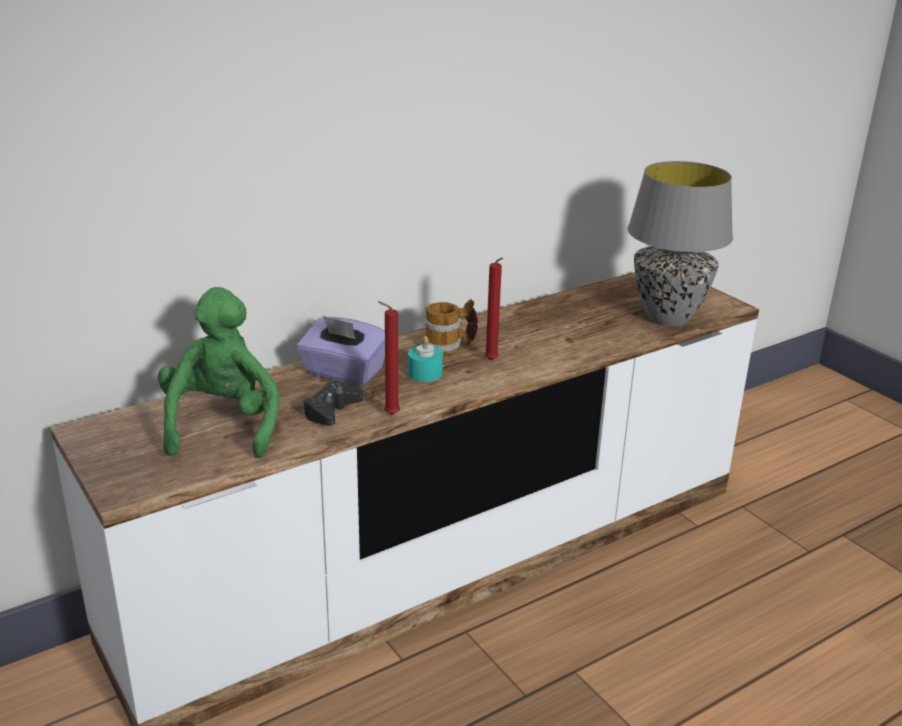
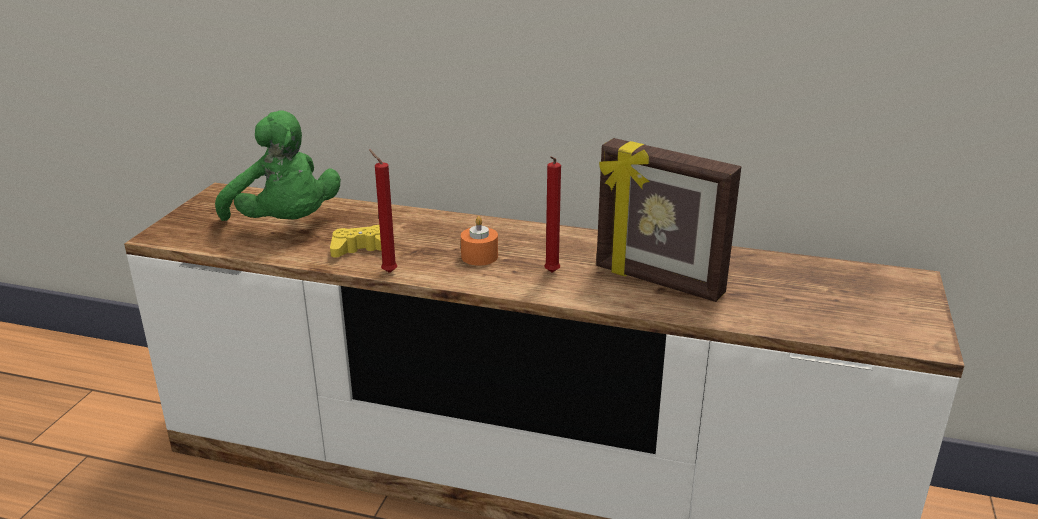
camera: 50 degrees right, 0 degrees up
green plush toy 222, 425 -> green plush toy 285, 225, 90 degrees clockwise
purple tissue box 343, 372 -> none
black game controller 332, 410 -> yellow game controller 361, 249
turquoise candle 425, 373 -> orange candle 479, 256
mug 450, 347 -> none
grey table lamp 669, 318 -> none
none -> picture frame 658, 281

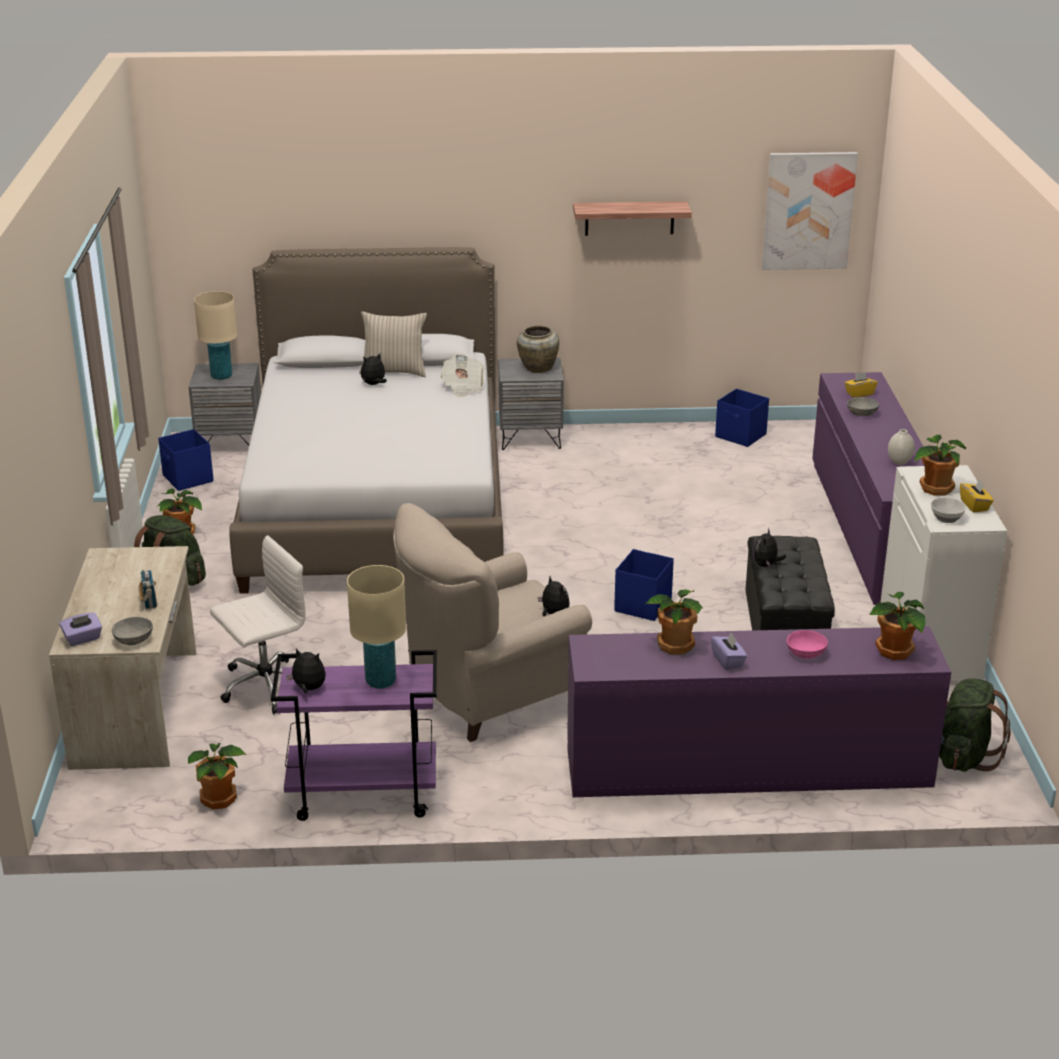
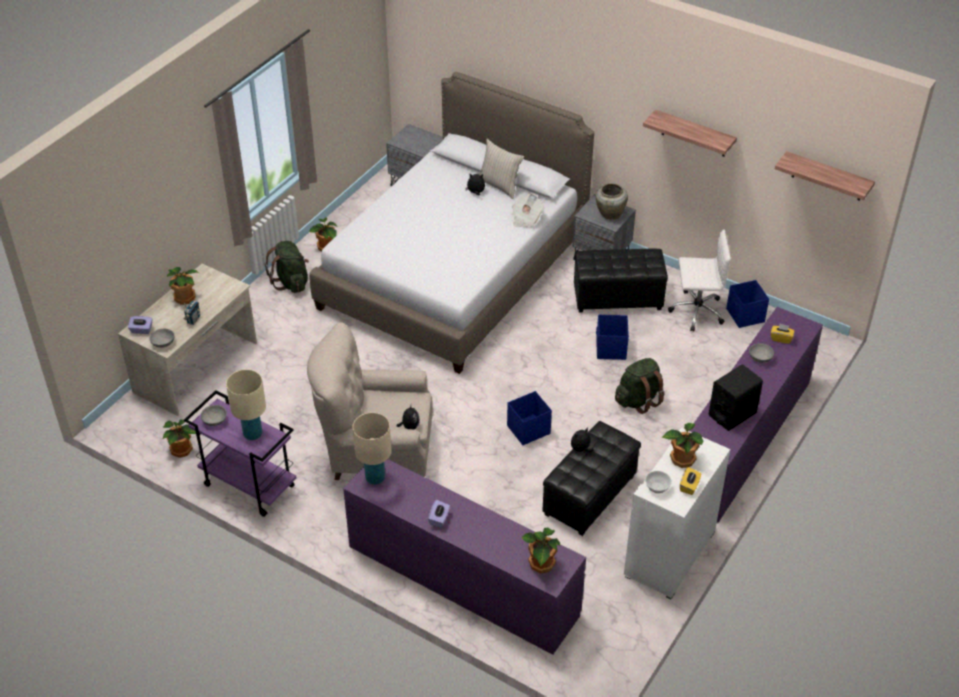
camera: 35 degrees right, 15 degrees up
blue storage box 188, 479 -> blue storage box 610, 349, moved
beige table lamp 221, 376 -> beige table lamp 375, 478, moved
white office chair 264, 687 -> white office chair 696, 311, moved
plush toy 308, 689 -> grey bowl 214, 420
potted plant 674, 645 -> potted plant 185, 297, moved
picture 808, 211 -> shelf 827, 177
pink bowl 806, 653 -> none
white vase 899, 462 -> black speaker 732, 414
green backpack 963, 757 -> green backpack 638, 400, moved
none -> black ottoman 617, 298

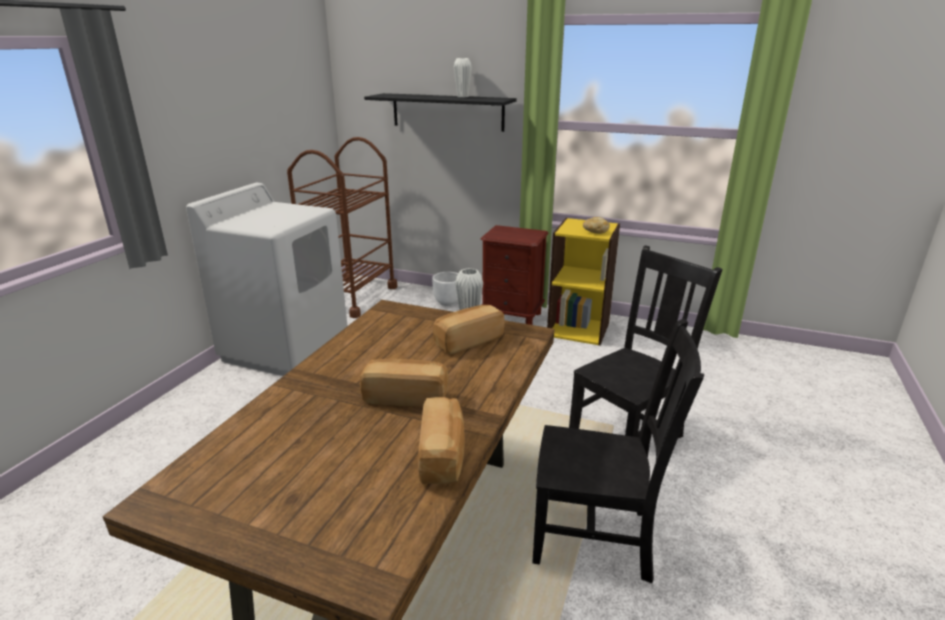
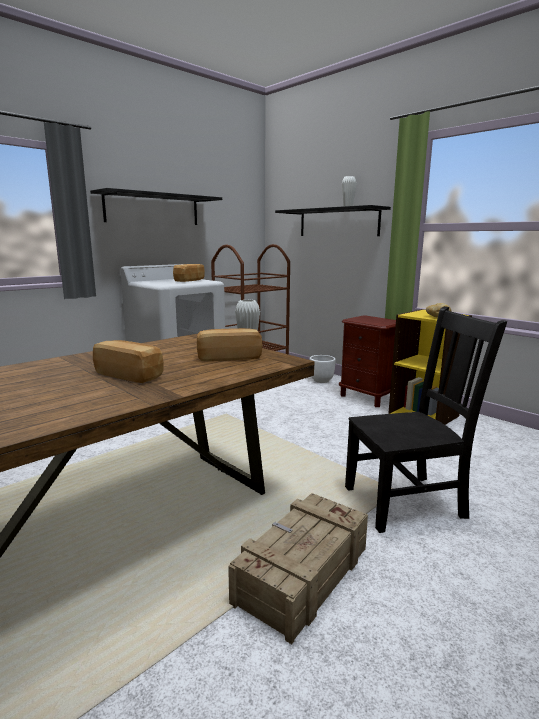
camera: 25 degrees right, 10 degrees down
bread 443, 455 -> bread 190, 280, moved
black chair 597, 537 -> crate 301, 575
none -> black shelf 153, 209

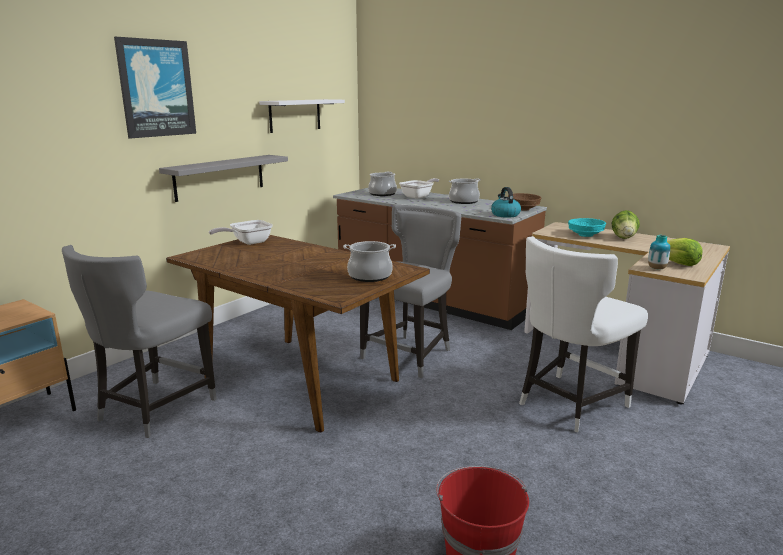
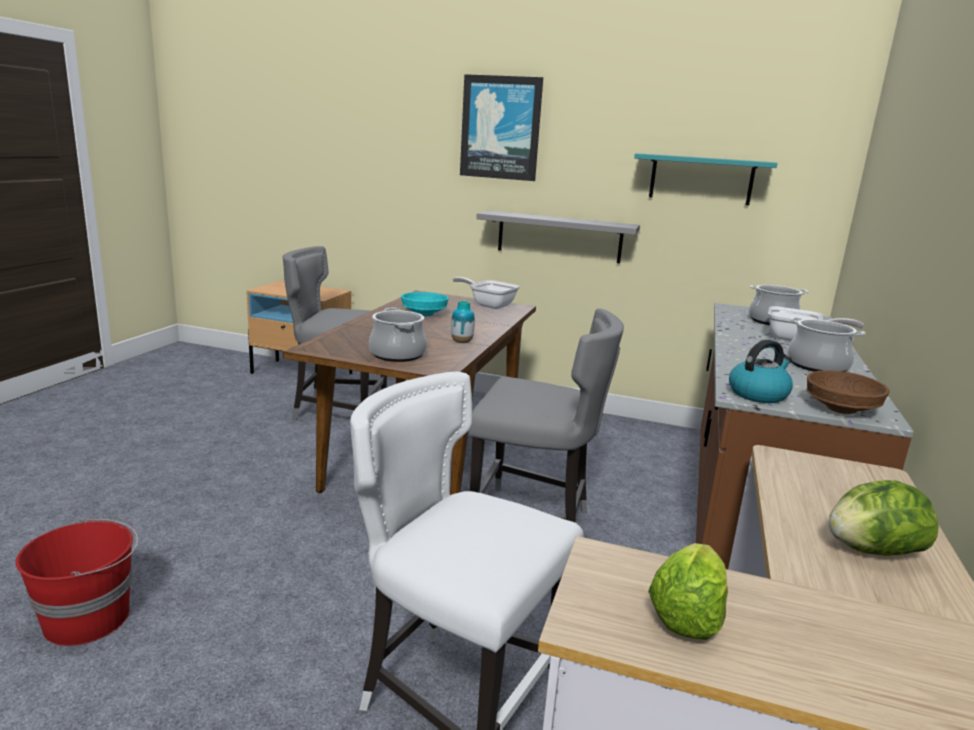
camera: 70 degrees right, 0 degrees up
white shelf 295, 115 -> turquoise shelf 701, 179
turquoise bowl 585, 235 -> turquoise bowl 425, 314, moved
vase 657, 268 -> vase 462, 342, moved

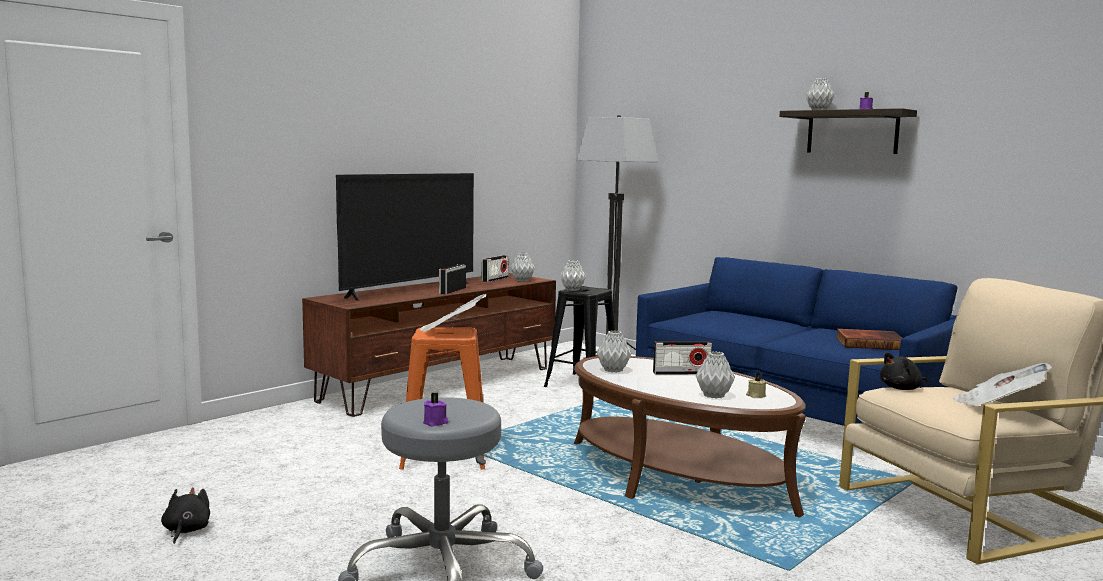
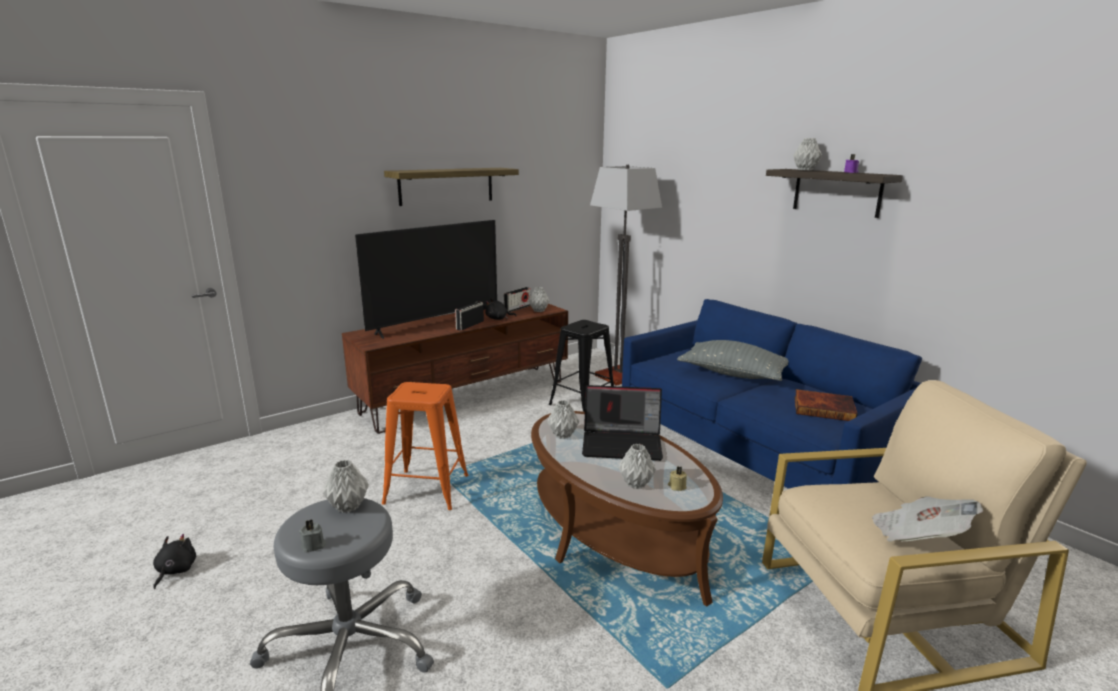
camera: 10 degrees right, 10 degrees up
newspaper 451, 332 -> none
purple candle 436, 422 -> grey candle 313, 546
grey vase 572, 289 -> grey vase 348, 506, moved
radio 681, 373 -> laptop 623, 443
black plush toy 902, 389 -> black plush toy 498, 319, moved
none -> shelf 446, 186
none -> grey pillow 733, 374

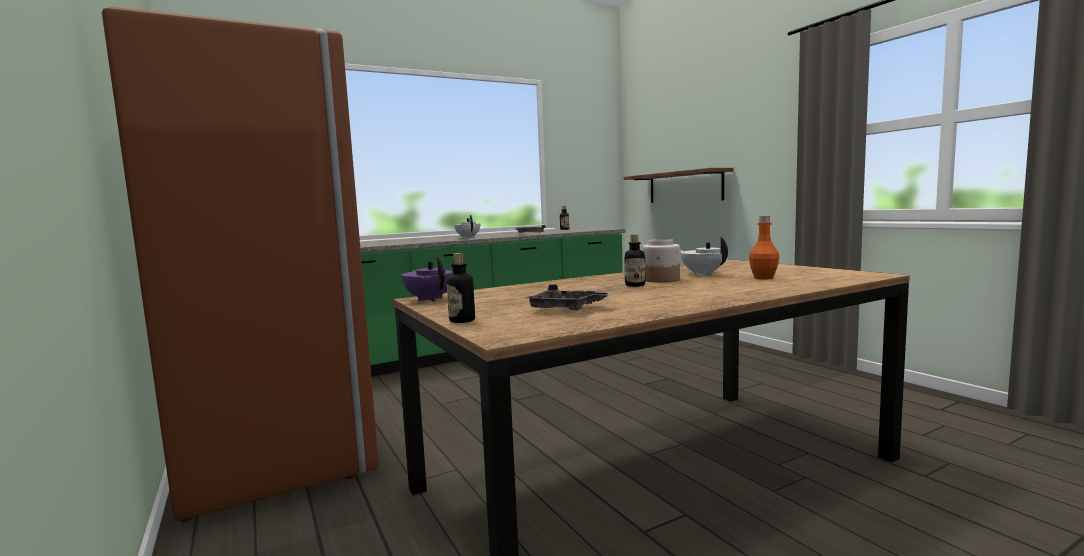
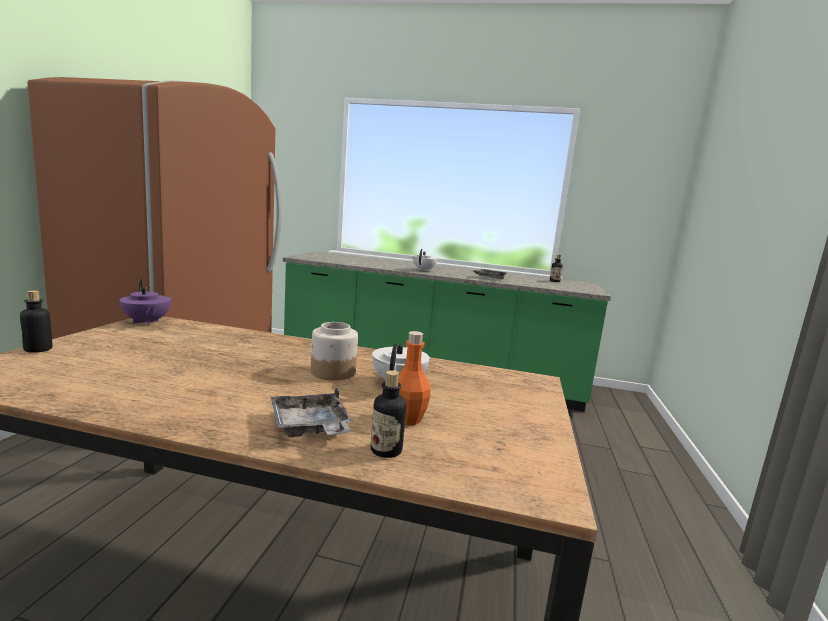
camera: 40 degrees right, 5 degrees up
purple teapot 429, 299 -> purple teapot 146, 322, 135 degrees clockwise
grey tray 567, 309 -> grey tray 310, 427, moved
brown shelf 685, 187 -> none
bottle 635, 285 -> bottle 386, 450, moved

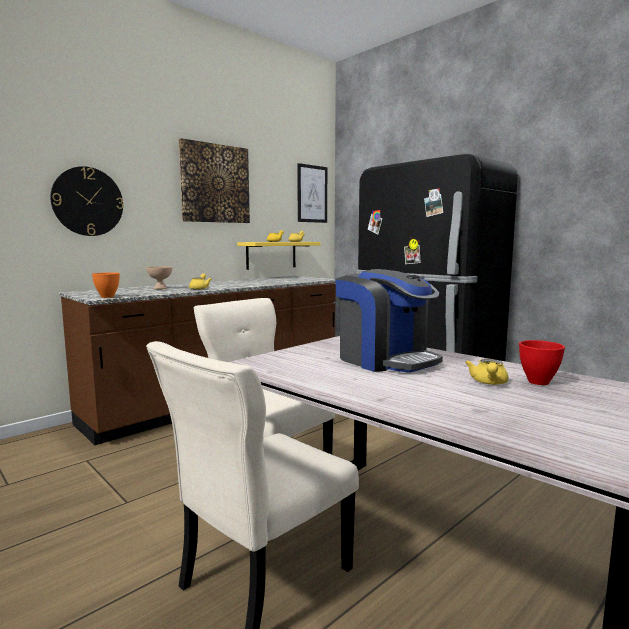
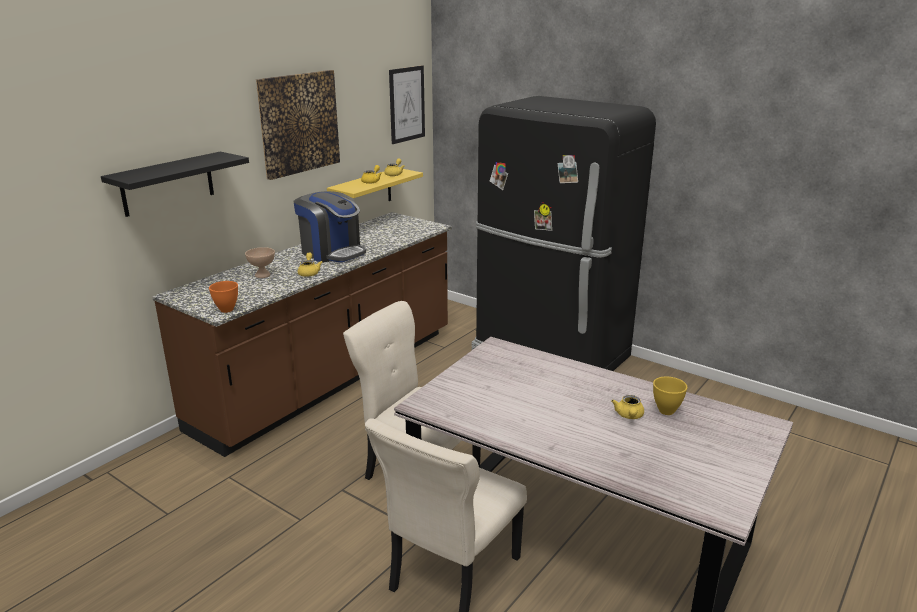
camera: 10 degrees left, 15 degrees up
wall clock 88, 201 -> black shelf 167, 184
coffee machine 385, 360 -> coffee machine 332, 252, moved
red bowl 539, 382 -> yellow bowl 667, 411

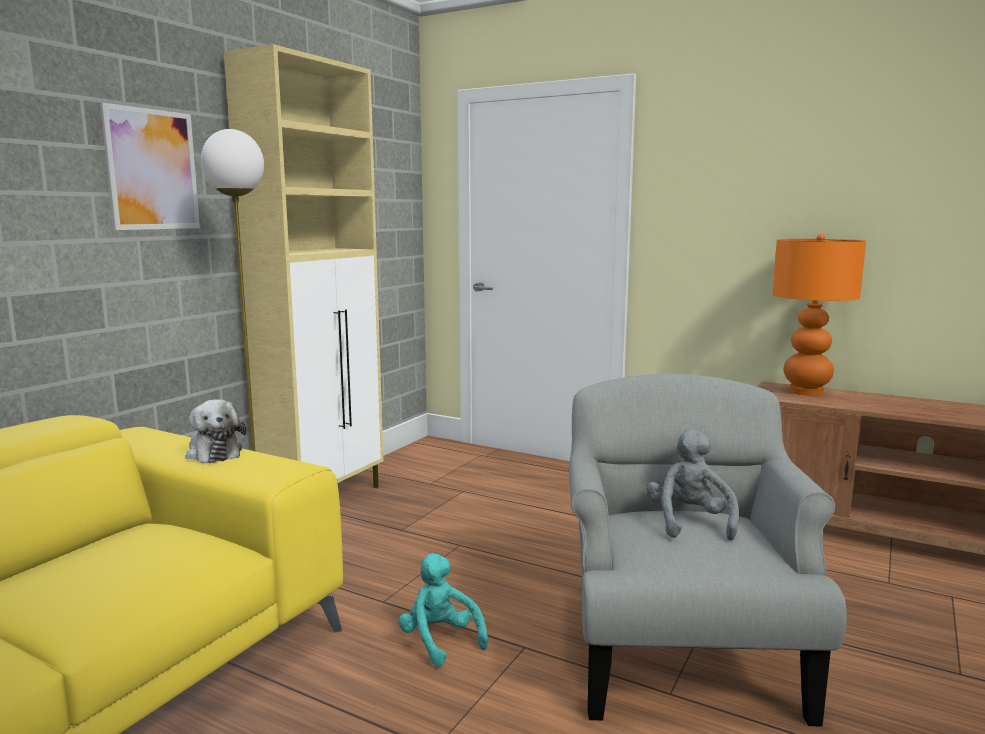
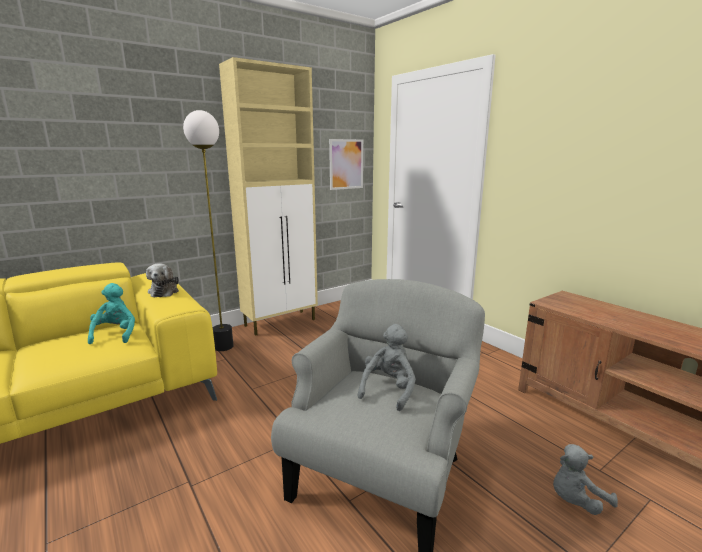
camera: 25 degrees right, 5 degrees up
picture 152, 170 -> picture 346, 164, moved
turquoise plush toy 440, 641 -> turquoise plush toy 115, 334, moved
orange table lamp 807, 392 -> none
none -> grey plush toy 576, 501

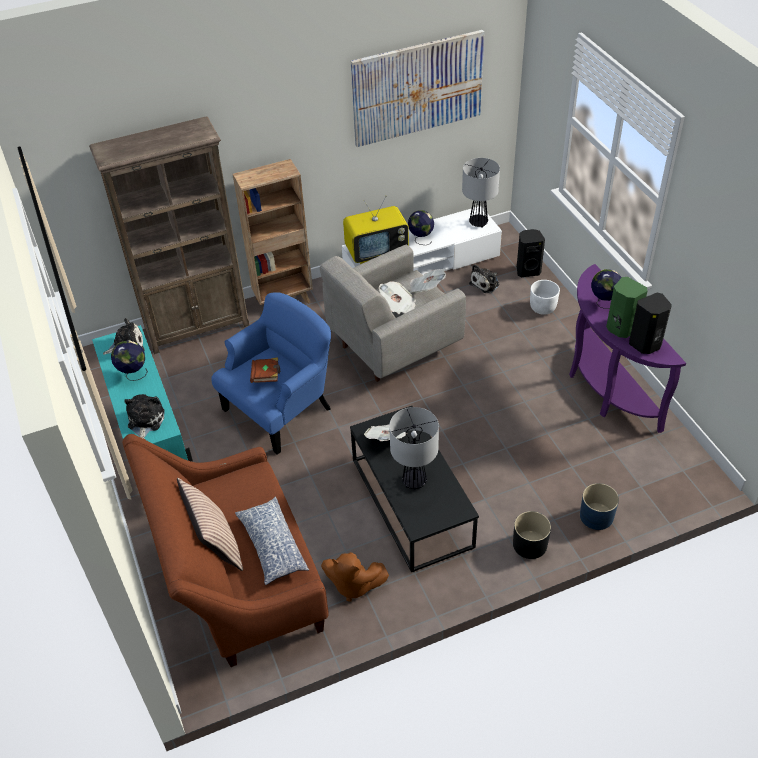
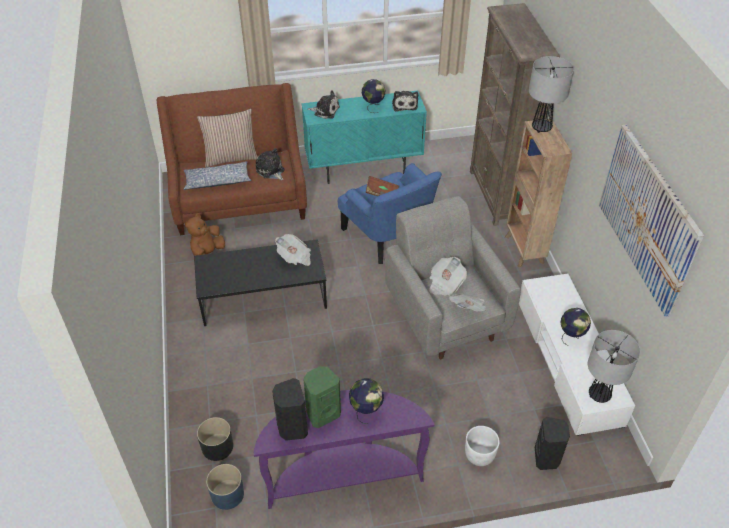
camera: 100 degrees right, 0 degrees up
television 377, 253 -> none
table lamp 414, 481 -> table lamp 541, 128, moved
plush toy 486, 283 -> plush toy 270, 171, moved
black planter 530, 545 -> black planter 217, 447, moved
blue planter 596, 516 -> blue planter 227, 494, moved

